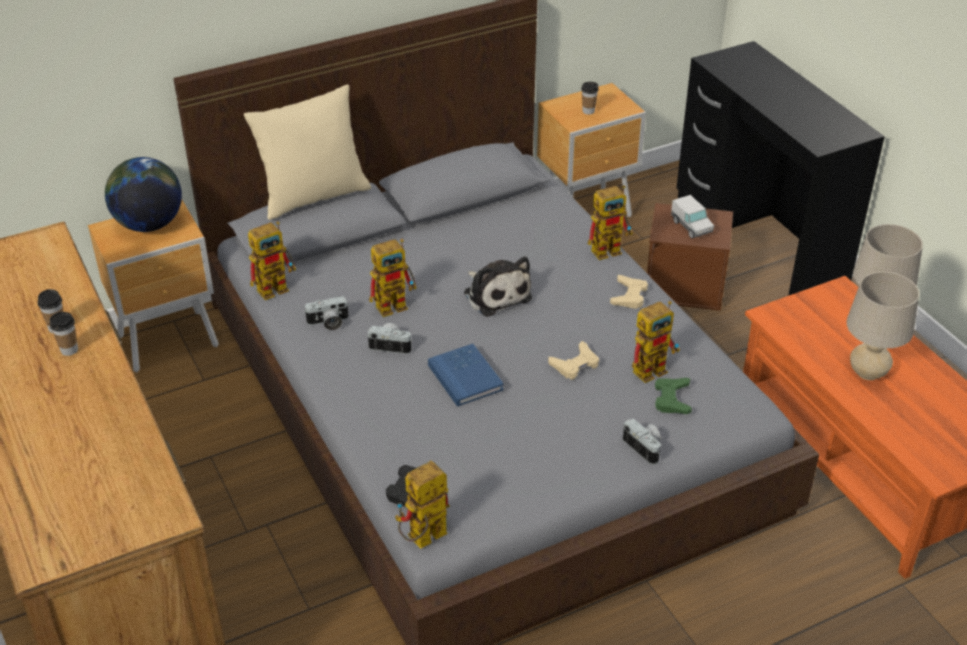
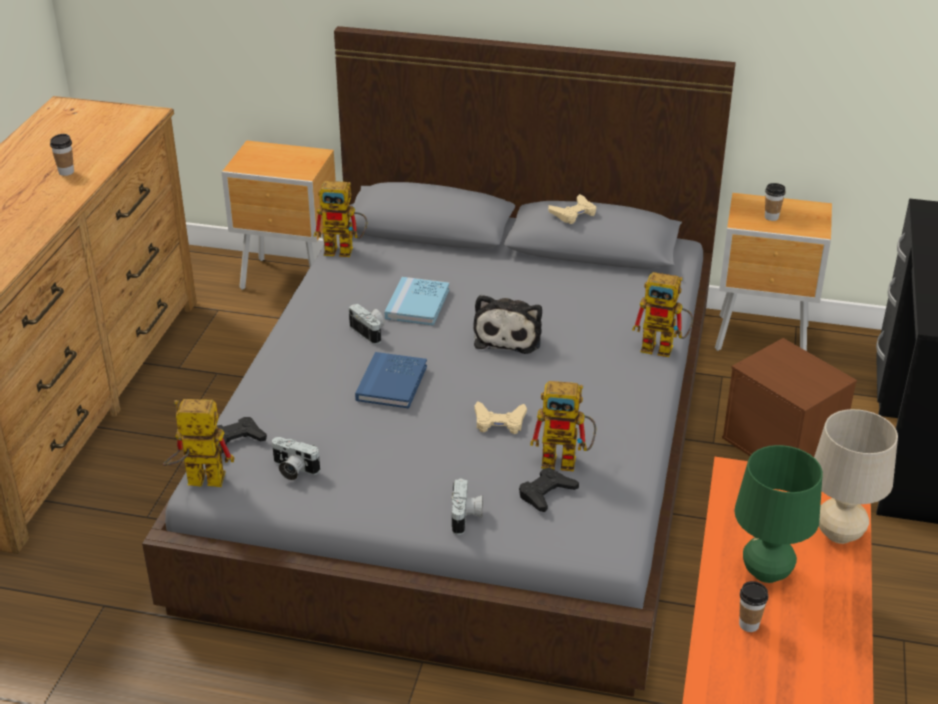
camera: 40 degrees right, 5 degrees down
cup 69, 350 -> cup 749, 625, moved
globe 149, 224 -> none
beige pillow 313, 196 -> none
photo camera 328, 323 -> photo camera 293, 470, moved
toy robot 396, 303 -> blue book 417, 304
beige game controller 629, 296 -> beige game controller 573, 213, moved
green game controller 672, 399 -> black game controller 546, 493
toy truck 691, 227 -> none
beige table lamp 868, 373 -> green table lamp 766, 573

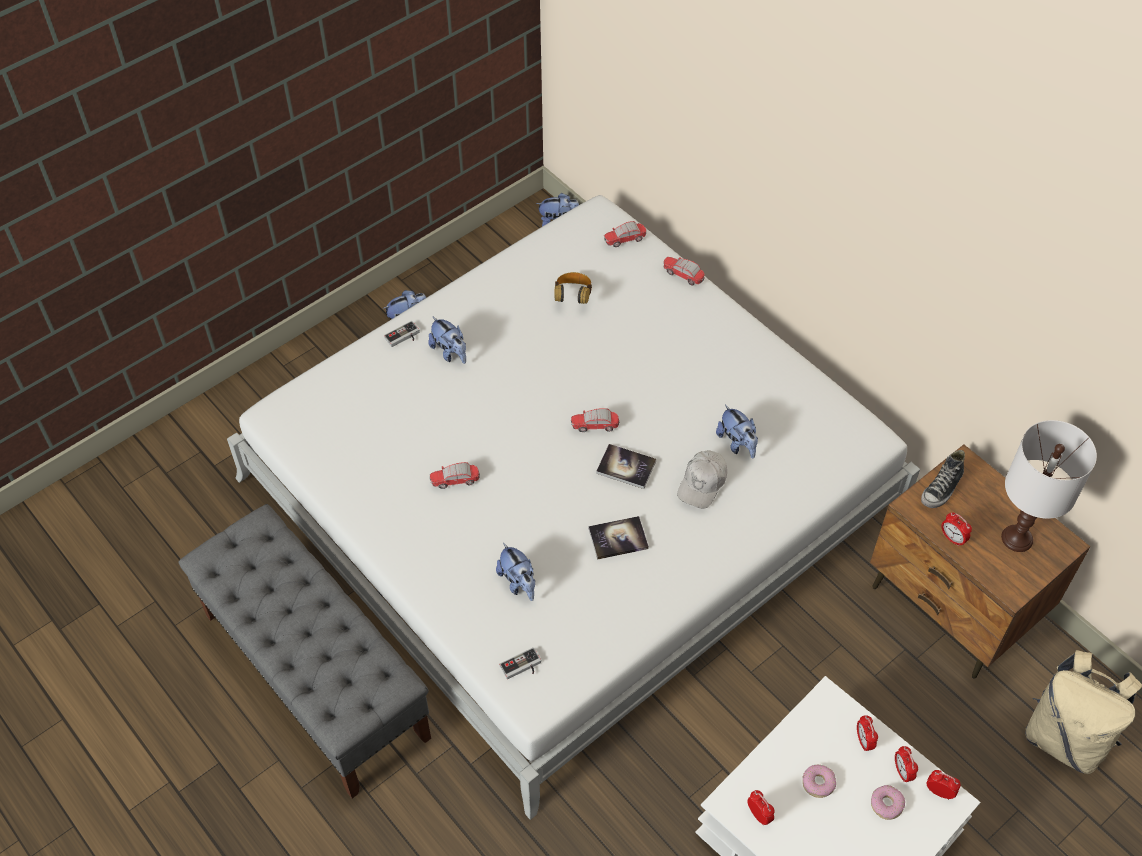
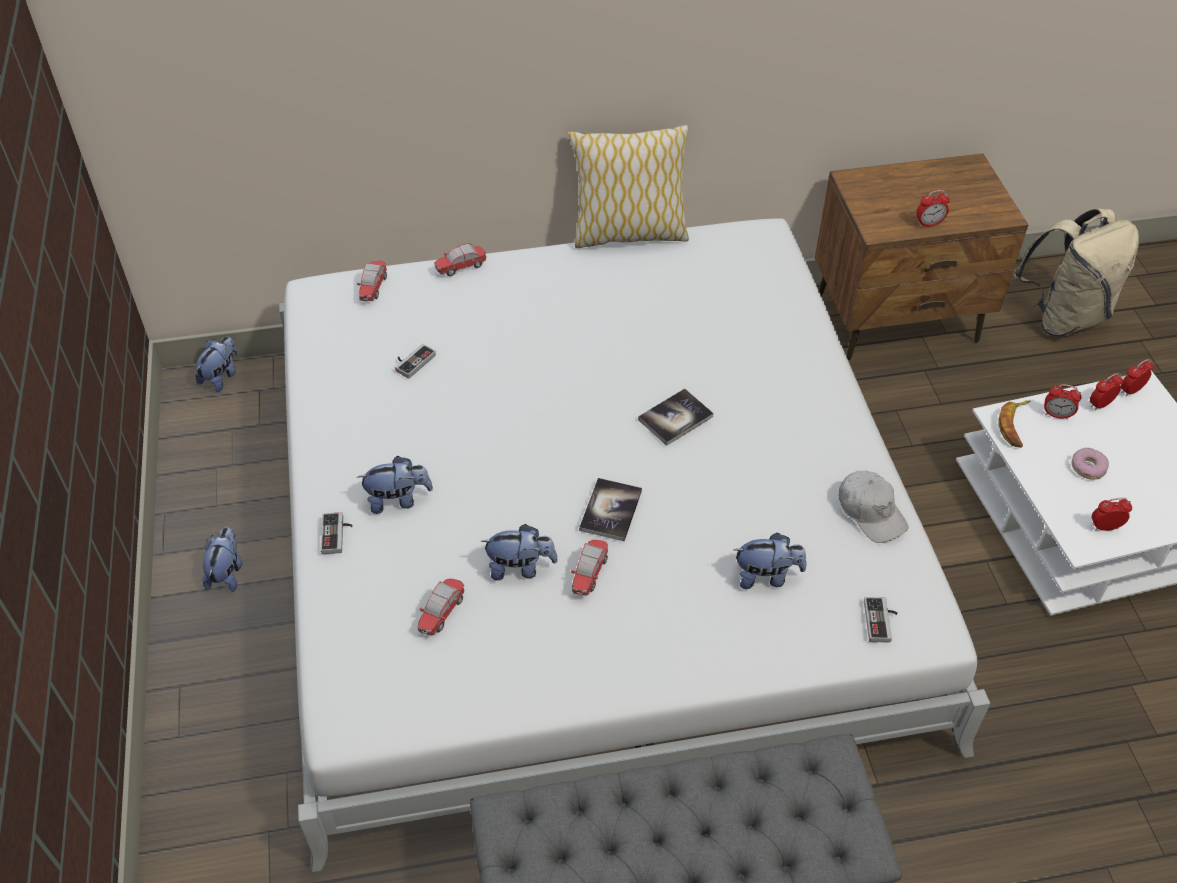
camera: 60 degrees left, 5 degrees down
headphones 573, 297 -> game controller 412, 361
toy car 595, 426 -> toy car 442, 613, moved
book 618, 538 -> book 610, 510, moved
white cap 702, 483 -> white cap 871, 512, moved
plush toy 737, 443 -> plush toy 520, 568, moved
donut 886, 804 -> none
alarm clock 902, 772 -> alarm clock 1100, 404, 135 degrees clockwise
shoe 941, 489 -> none
white table lamp 1017, 538 -> none
none -> pillow 628, 234
none -> banana 1015, 426

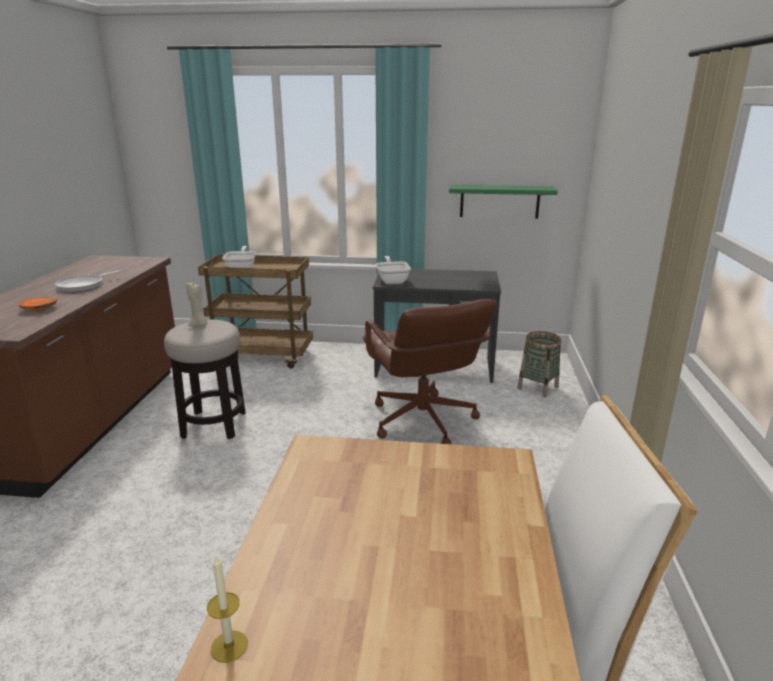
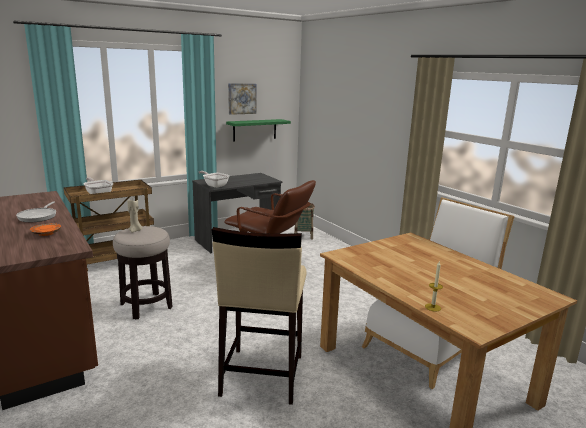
camera: 40 degrees left, 5 degrees down
none -> beige stool 261, 375
none -> picture 241, 98

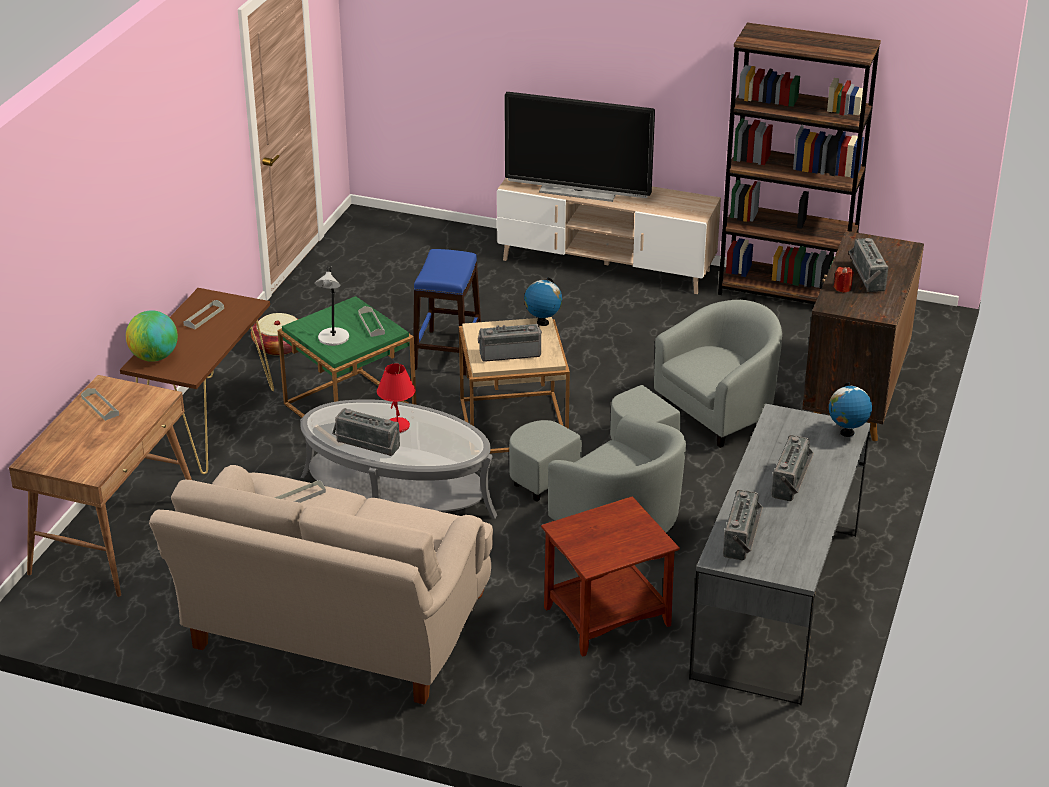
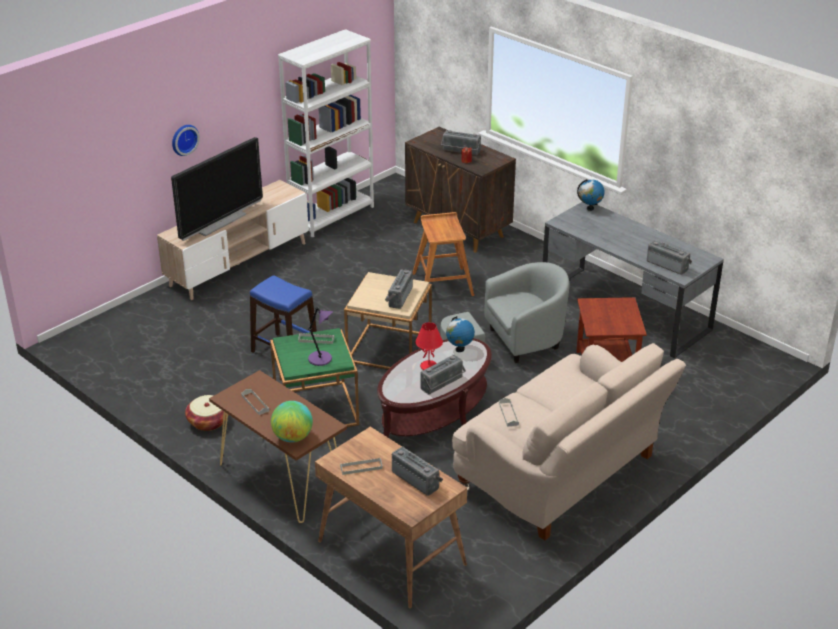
camera: 65 degrees left, 0 degrees up
grey coffee table 397, 496 -> brown coffee table 435, 414
grey table lamp 333, 338 -> purple table lamp 321, 359
globe 542, 322 -> globe 459, 349, moved
grey armchair 700, 422 -> brown stool 442, 284
brown bookcase 785, 292 -> white bookcase 332, 215
radio 793, 482 -> radio 417, 479, moved
none -> wall clock 183, 139

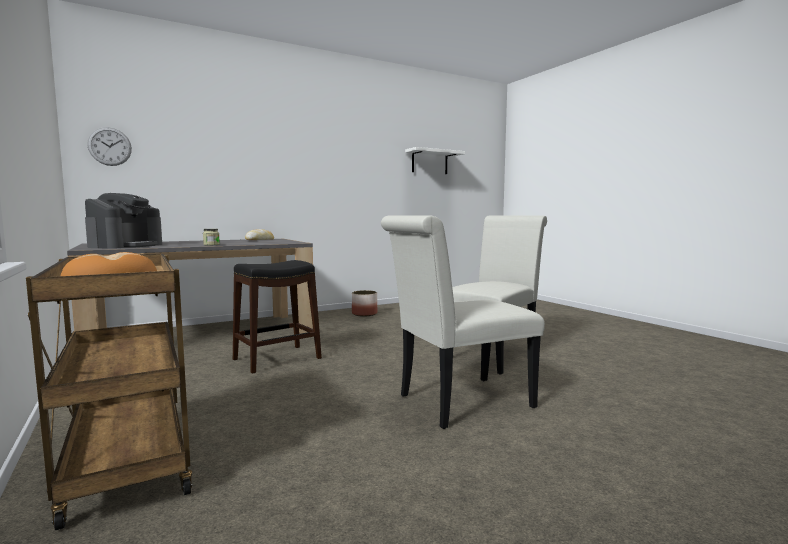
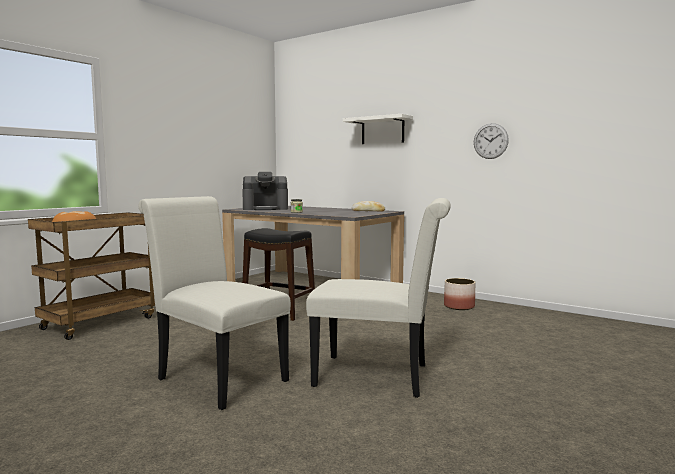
camera: 65 degrees right, 0 degrees up
wall clock 110, 146 -> wall clock 490, 141, moved
white shelf 429, 162 -> white shelf 382, 130, moved

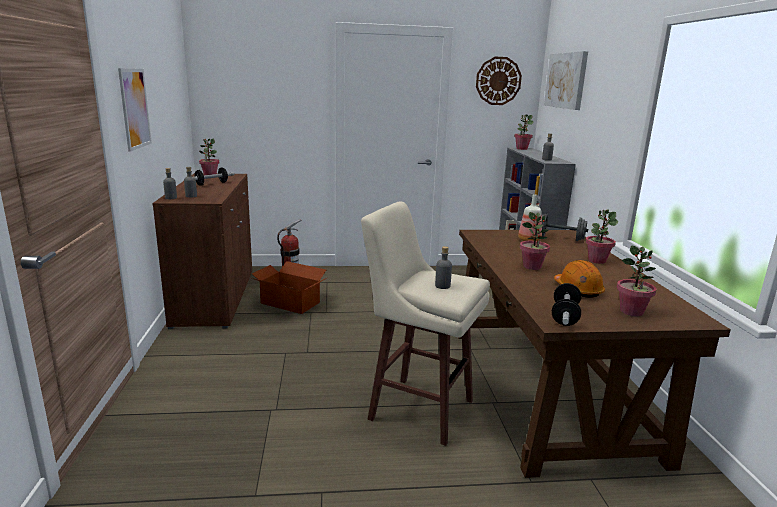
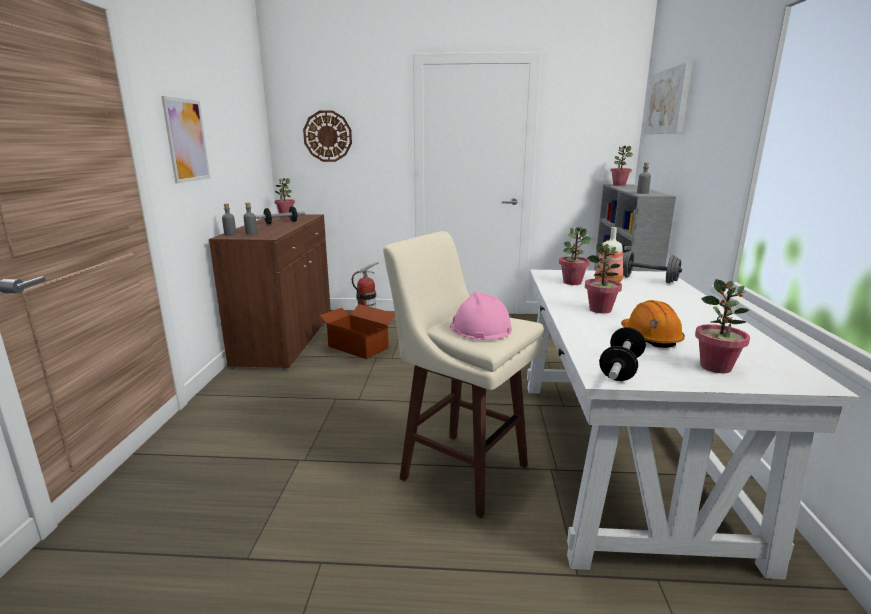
camera: 10 degrees right, 0 degrees up
grey bottle 442, 286 -> pink hard hat 480, 328
brown desk 546, 389 -> white desk 621, 457
wall clock 498, 81 -> wall clock 327, 136, moved
potted plant 597, 260 -> potted plant 572, 282, moved

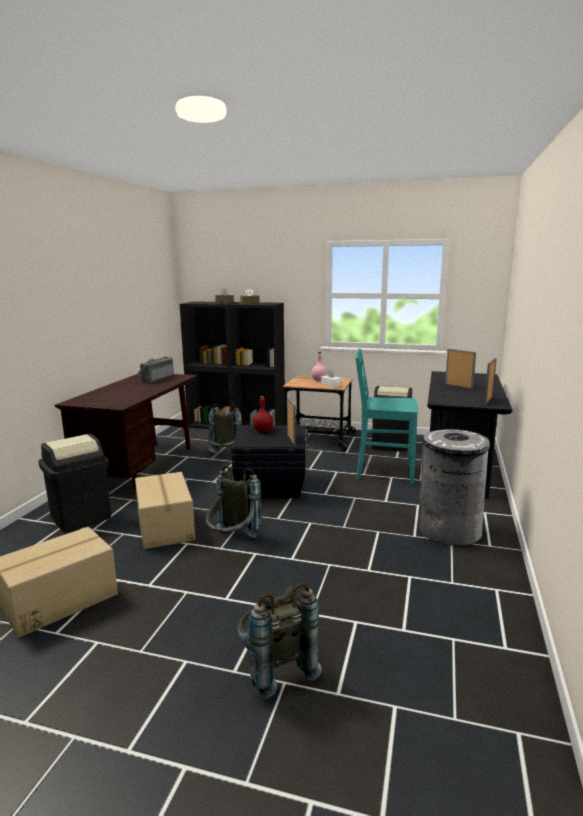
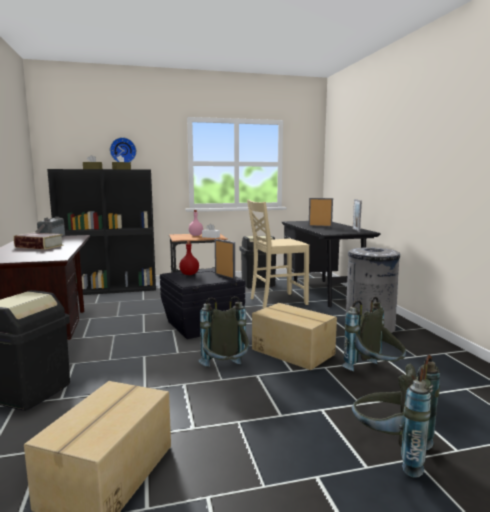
camera: 30 degrees left, 5 degrees down
cardboard box 166, 526 -> cardboard box 293, 351, moved
grey backpack 225, 456 -> grey backpack 374, 373, moved
turquoise chair 383, 472 -> beige chair 276, 301
none -> book 39, 246
none -> wall clock 123, 150

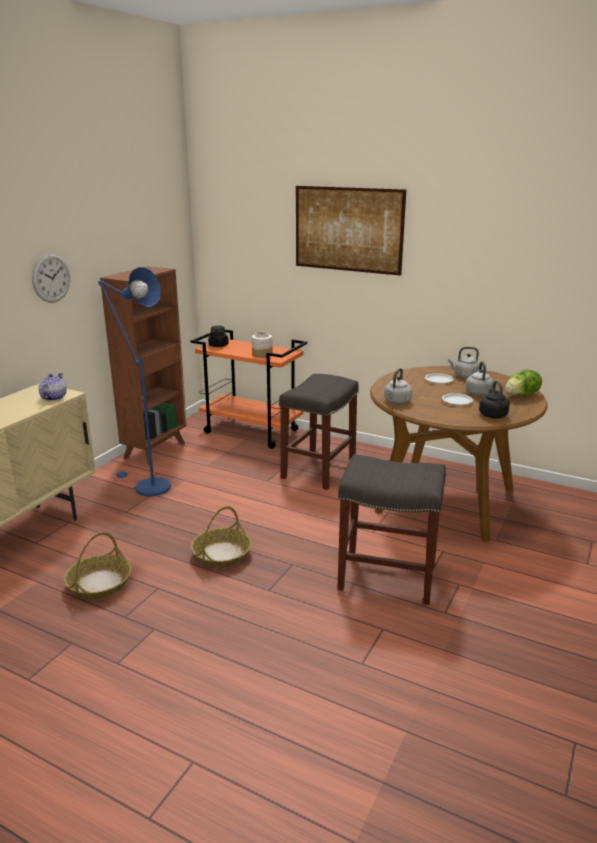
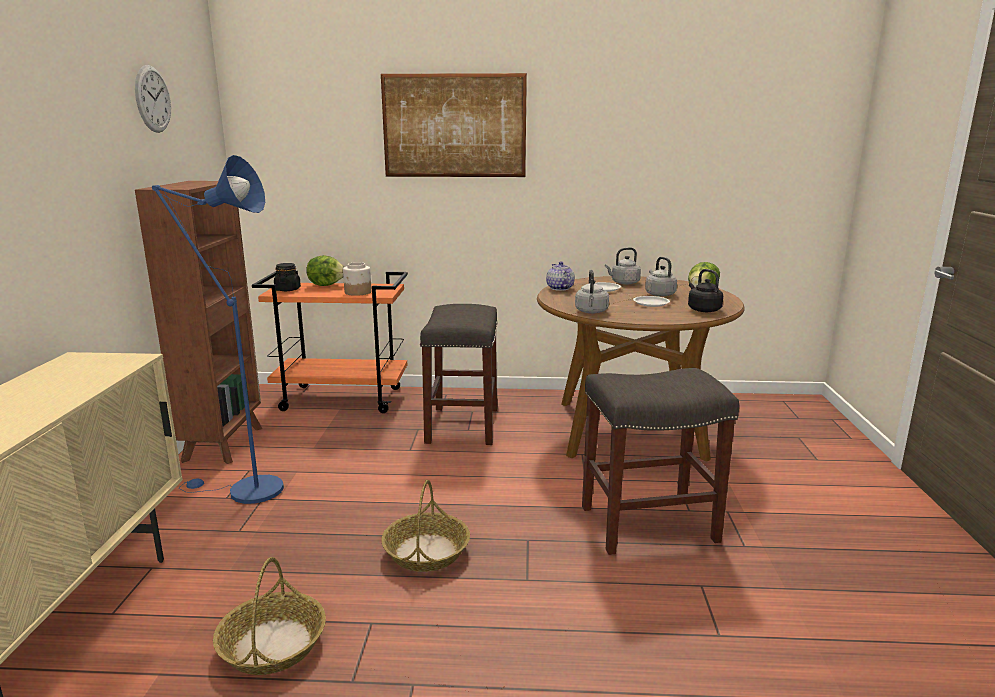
camera: 25 degrees left, 5 degrees down
wall clock 51, 278 -> wall clock 153, 99, moved
teapot 53, 398 -> teapot 559, 288, moved
none -> lettuce 326, 285

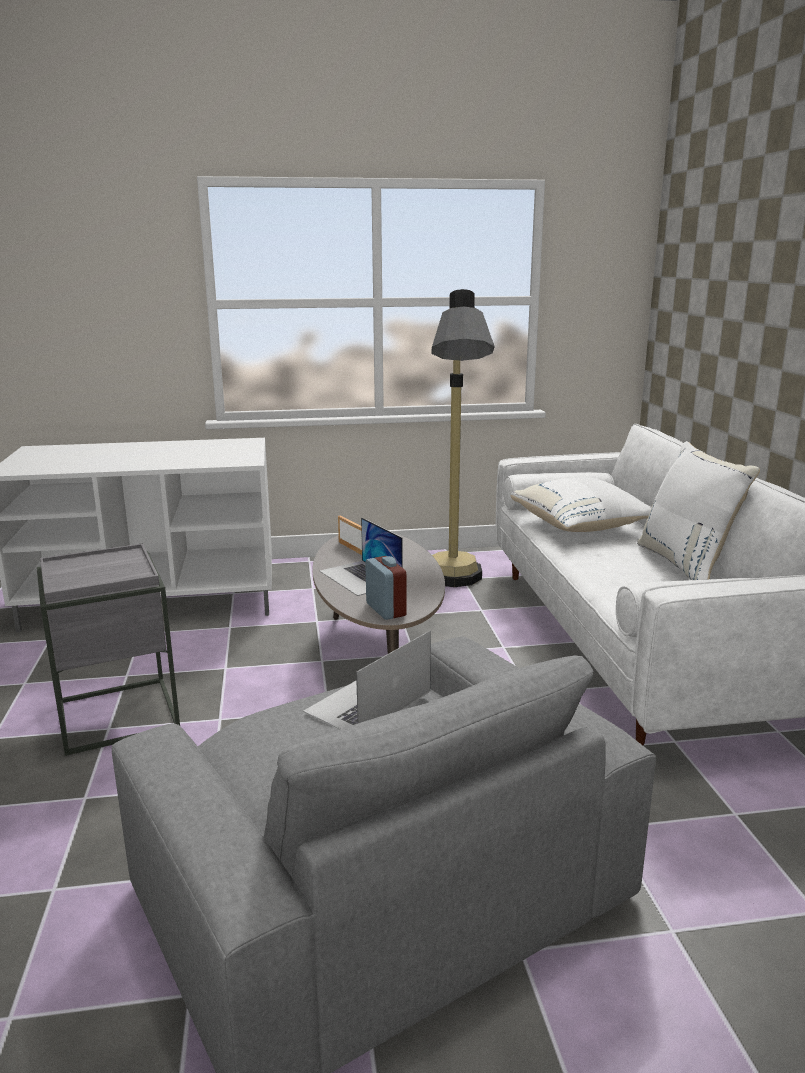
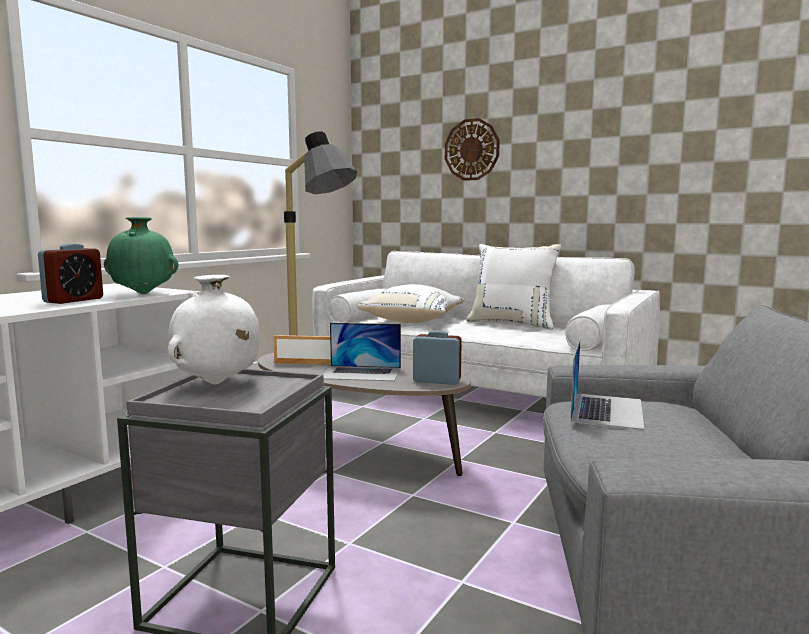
camera: 50 degrees left, 10 degrees down
laptop 368, 702 -> laptop 606, 410, 150 degrees counterclockwise
none -> alarm clock 73, 300
none -> green vase 143, 294
none -> white vase 217, 384
none -> wall clock 471, 149

